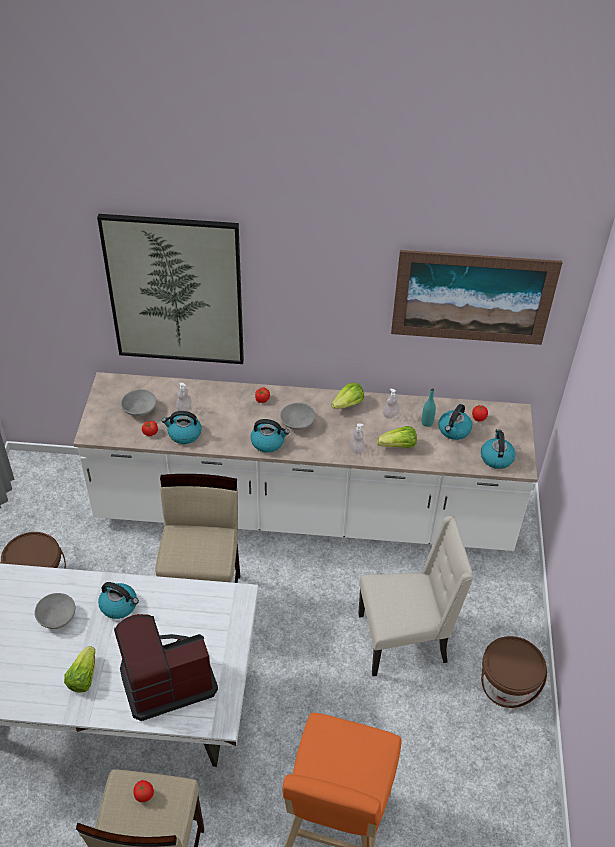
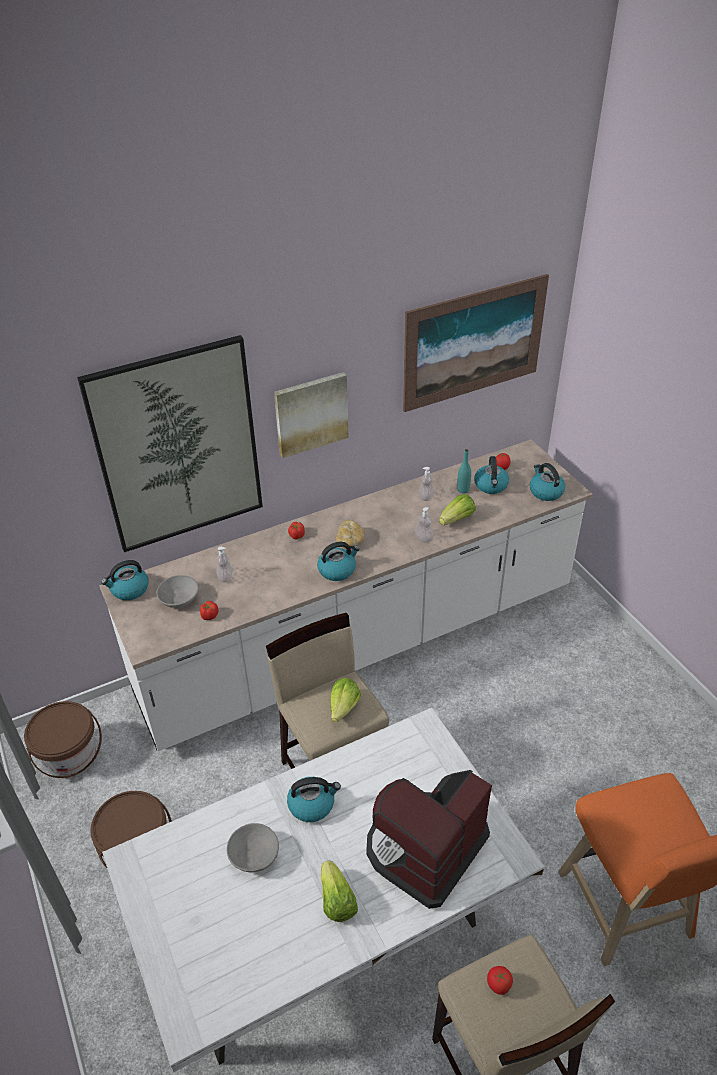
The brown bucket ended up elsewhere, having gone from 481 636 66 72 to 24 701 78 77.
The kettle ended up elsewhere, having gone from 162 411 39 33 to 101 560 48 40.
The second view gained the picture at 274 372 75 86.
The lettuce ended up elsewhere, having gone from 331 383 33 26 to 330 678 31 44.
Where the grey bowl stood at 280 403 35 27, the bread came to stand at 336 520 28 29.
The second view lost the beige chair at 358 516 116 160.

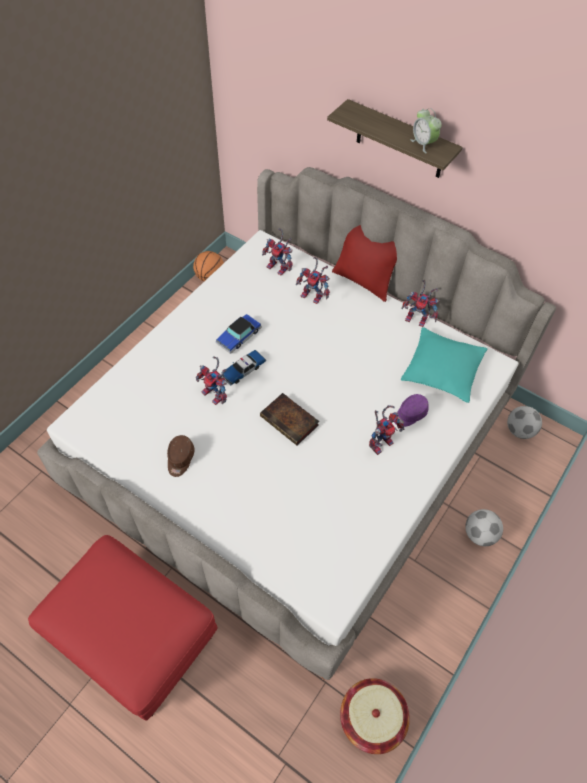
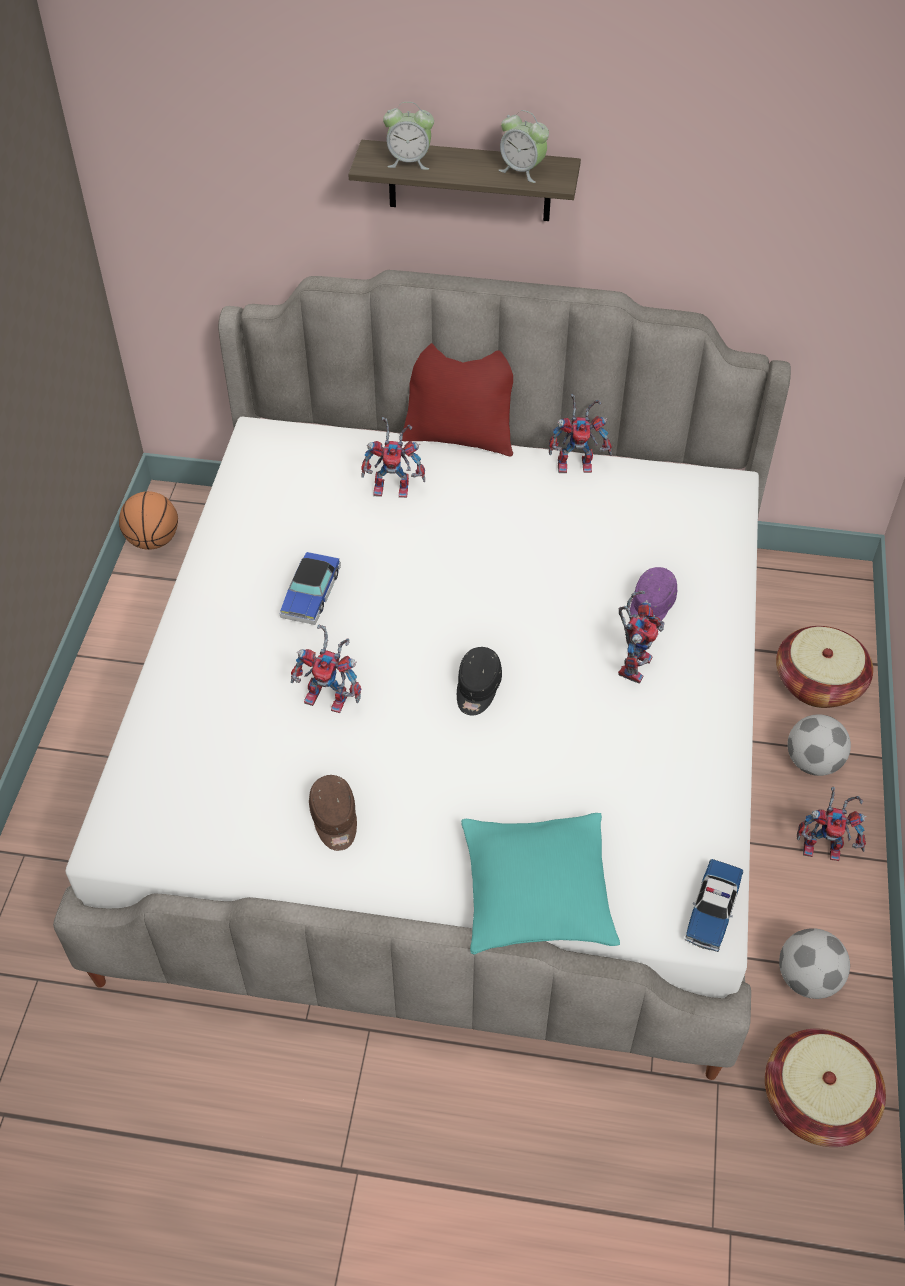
The second view gained the alarm clock at 383 102 51 68.
Where the book stood at 260 393 59 52, the black cap came to stand at 457 647 45 68.
The turquoise pillow ended up elsewhere, having gone from 400 327 87 76 to 461 813 159 142.
The toy car ended up elsewhere, having gone from 222 350 44 35 to 685 859 58 93.
The second view gained the basket at 776 626 97 82.
The football ended up elsewhere, having gone from 507 406 35 33 to 779 928 71 71.
The toy robot ended up elsewhere, having gone from 262 228 31 47 to 797 787 70 74.
The second view lost the red ottoman at 28 535 189 186.

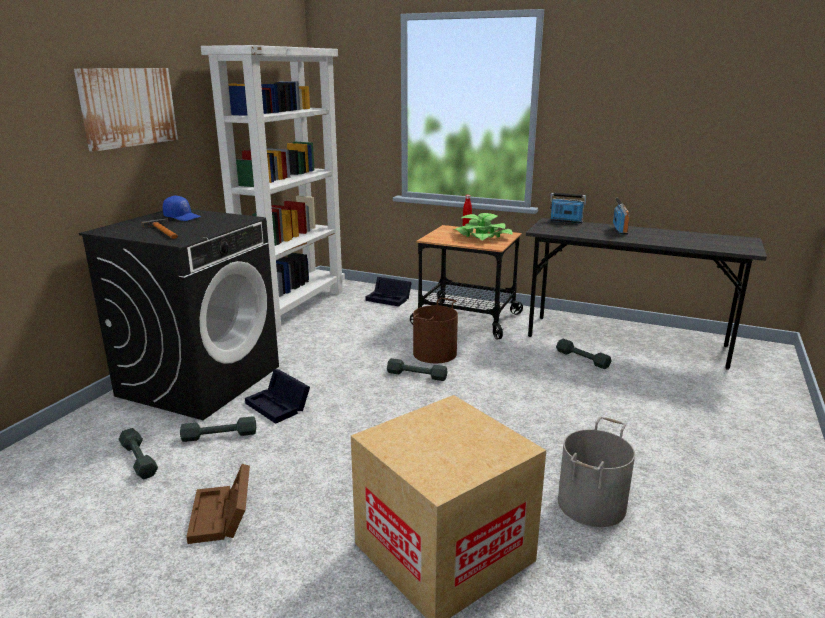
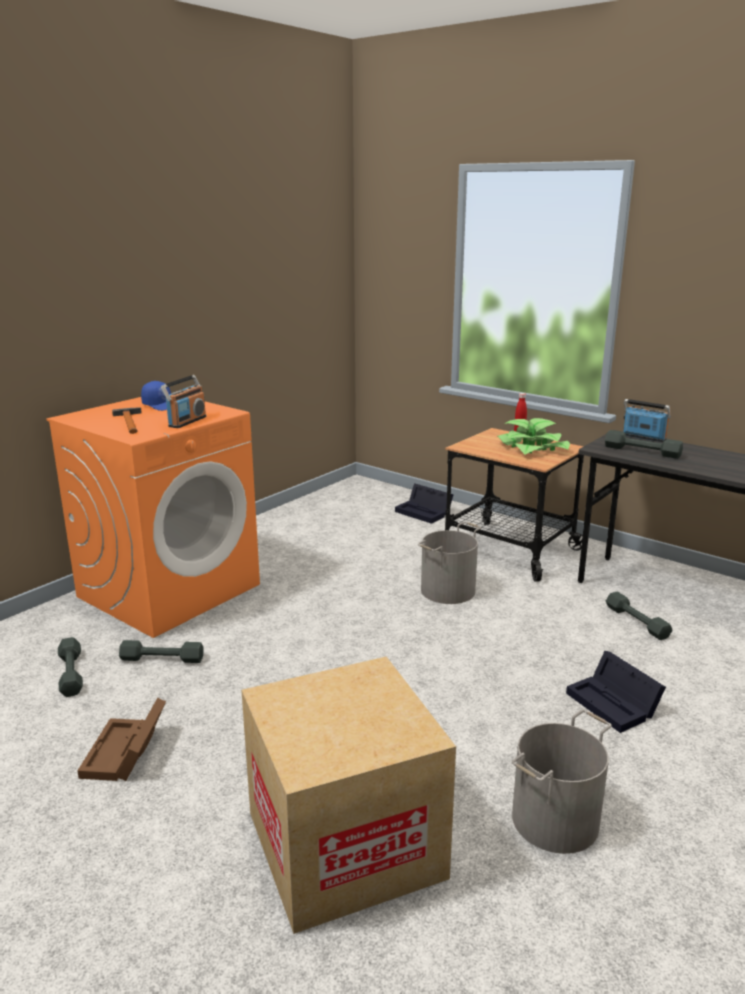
What was the black washing machine at 79 209 200 211 turned into the orange washing machine at 46 397 214 241.
The radio ended up elsewhere, having gone from 613 197 17 38 to 161 375 45 53.
What was the brown bucket at 413 298 45 65 turned into the grey bucket at 418 522 64 82.
The black storage box ended up elsewhere, having gone from 245 369 65 55 to 566 651 100 82.
The grey dumbbell ended up elsewhere, having gone from 387 358 60 23 to 605 430 78 29.
The second view lost the picture at 74 68 104 84.
The second view lost the white bookcase at 200 45 145 288.

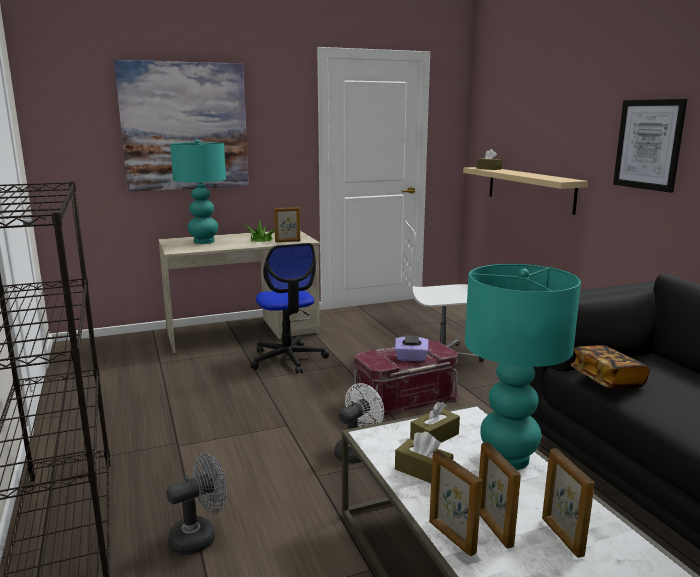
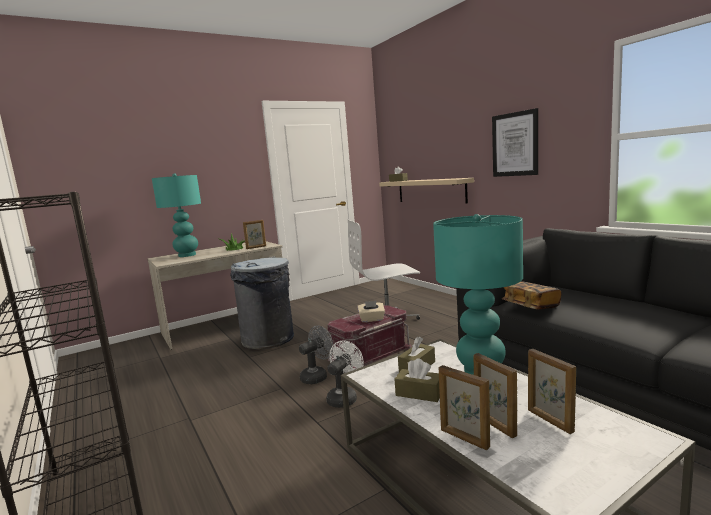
Where the office chair stood at 250 243 79 131, the grey trash can came to stand at 230 257 64 92.
The grey fan ended up elsewhere, having gone from 166 453 61 102 to 299 325 34 59.
What was the purple tissue box at 395 335 34 26 turned into the beige tissue box at 357 301 28 21.
The second view lost the picture at 114 60 135 132.

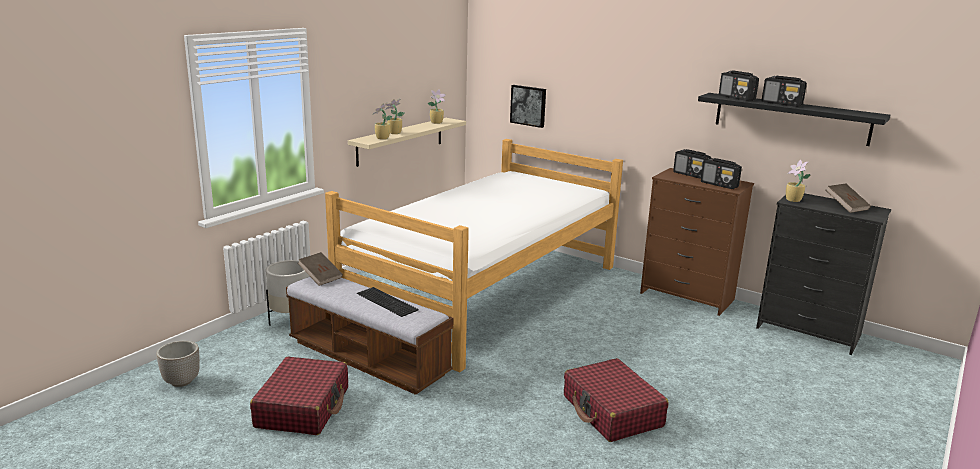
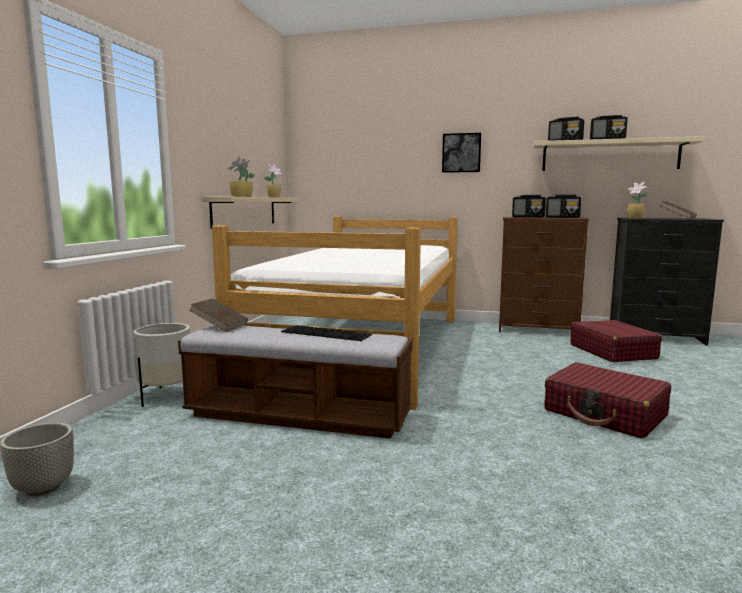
The picture ended up elsewhere, having gone from 510 85 36 43 to 442 133 39 40.
What was the black shelf at 698 93 192 53 turned into the beige shelf at 533 136 171 35.
The red suitcase ended up elsewhere, having gone from 250 357 98 78 to 571 320 91 42.

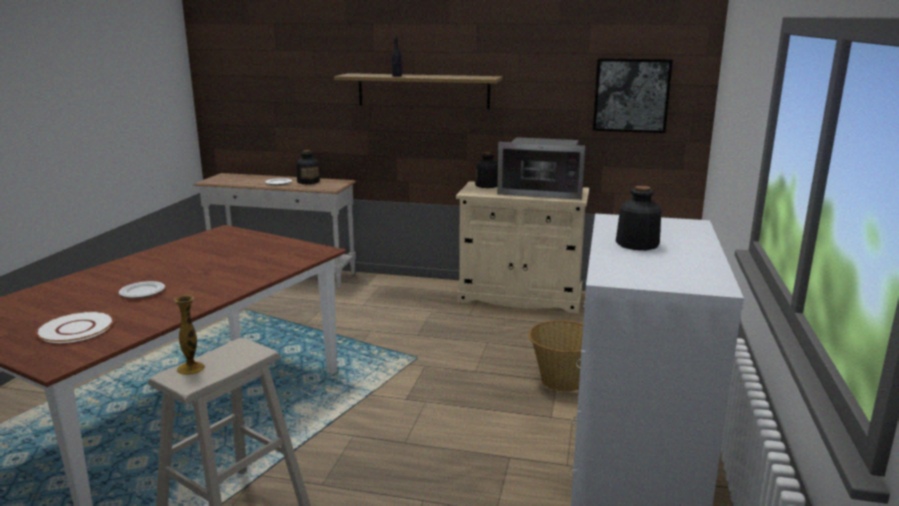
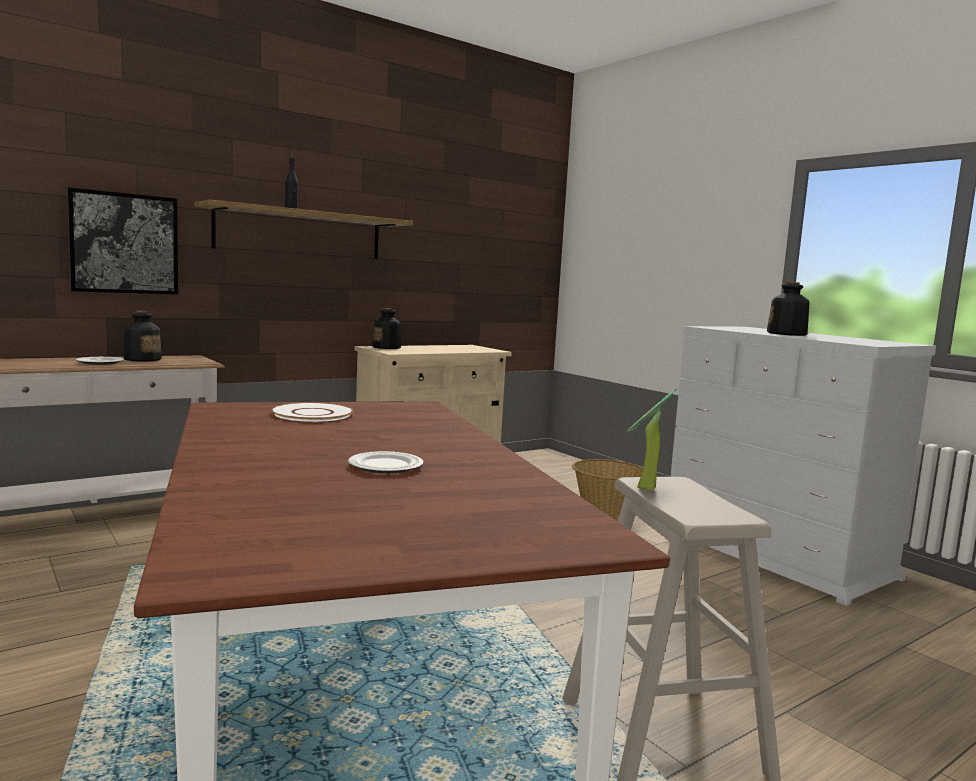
The picture ended up elsewhere, having gone from 593 58 80 75 to 67 187 111 108.
The white plate ended up elsewhere, having gone from 35 312 79 31 to 271 403 83 19.
The second view gained the potted plant at 626 388 51 102.
The second view lost the vase at 174 295 31 80.
The second view lost the microwave at 497 137 88 63.

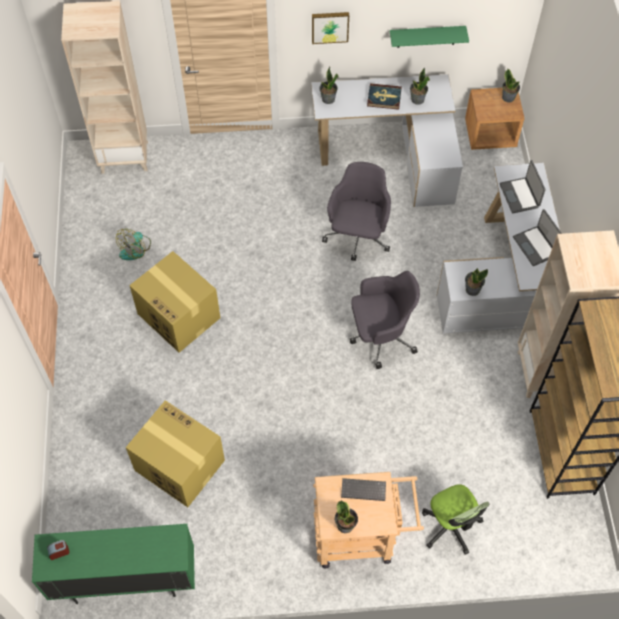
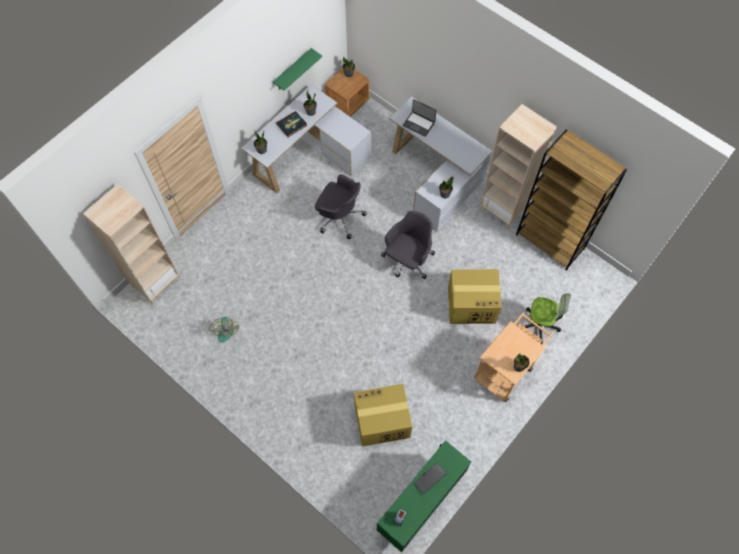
The grey office chair at 322 162 69 99 ended up facing another way, 150 degrees clockwise from before.
The keyboard ended up elsewhere, having gone from 341 478 45 23 to 413 463 34 32.
The cardboard box ended up elsewhere, having gone from 129 251 91 102 to 448 269 54 55.
The second view lost the picture at 312 12 37 32.
The second view lost the laptop at 513 209 49 57.

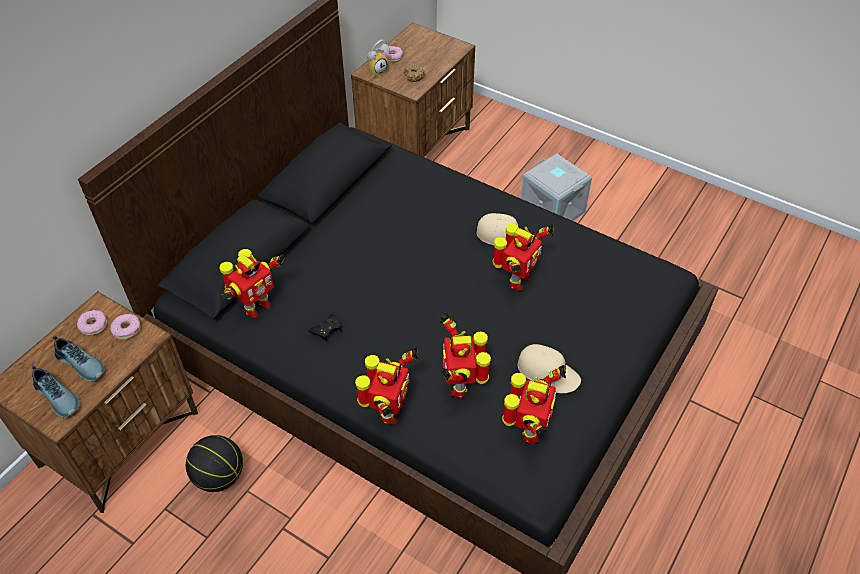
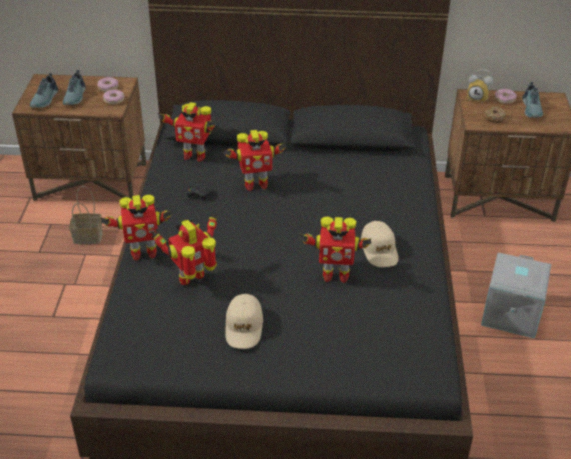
Where the basketball stood at 186 435 57 57, the basket came to stand at 69 186 34 58.
The toy robot ended up elsewhere, having gone from 502 365 64 79 to 223 130 64 61.
The second view gained the shoe at 522 82 21 36.

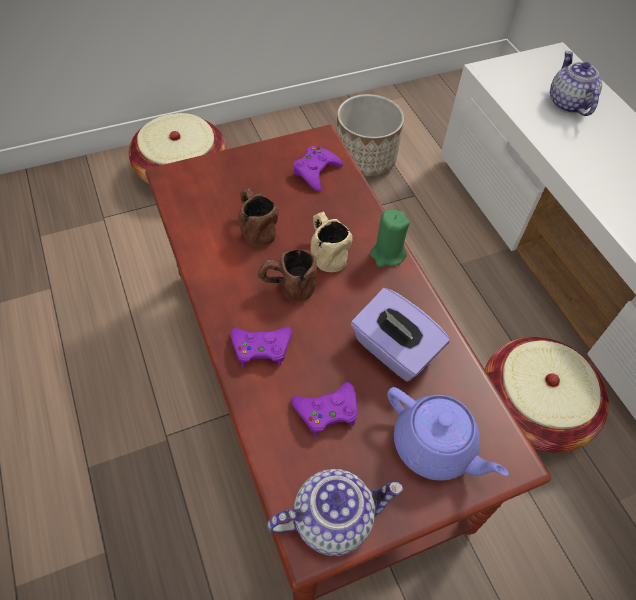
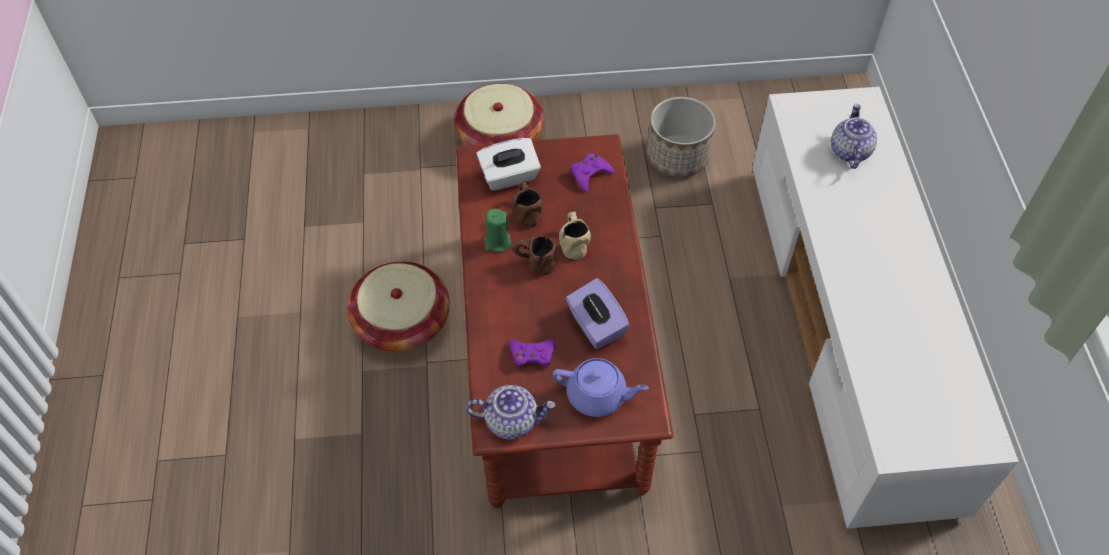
The basket ended up elsewhere, having gone from 485 337 124 116 to 347 261 103 91.
The second view gained the white tissue box at 476 138 65 53.
The green candle ended up elsewhere, having gone from 370 209 40 58 to 484 209 28 43.
The purple teapot at 387 387 122 94 ended up facing another way, 45 degrees counterclockwise from before.
The second view lost the purple game controller at 230 327 62 40.

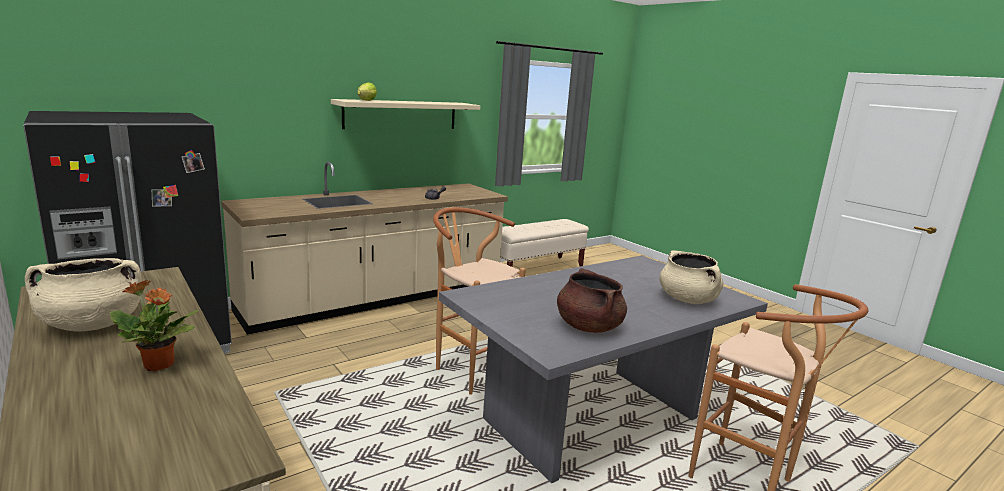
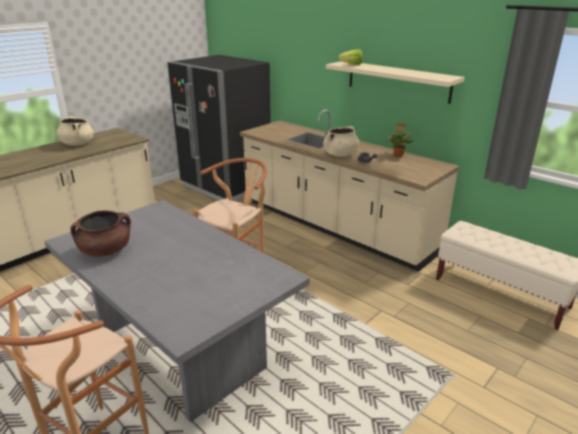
The beige cooking pot ended up elsewhere, having gone from 659 251 64 53 to 323 126 36 31.
The potted plant ended up elsewhere, having gone from 109 280 90 91 to 387 123 26 34.

